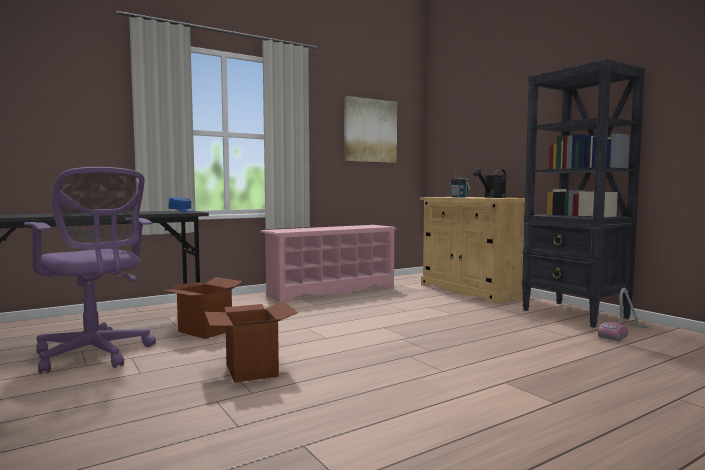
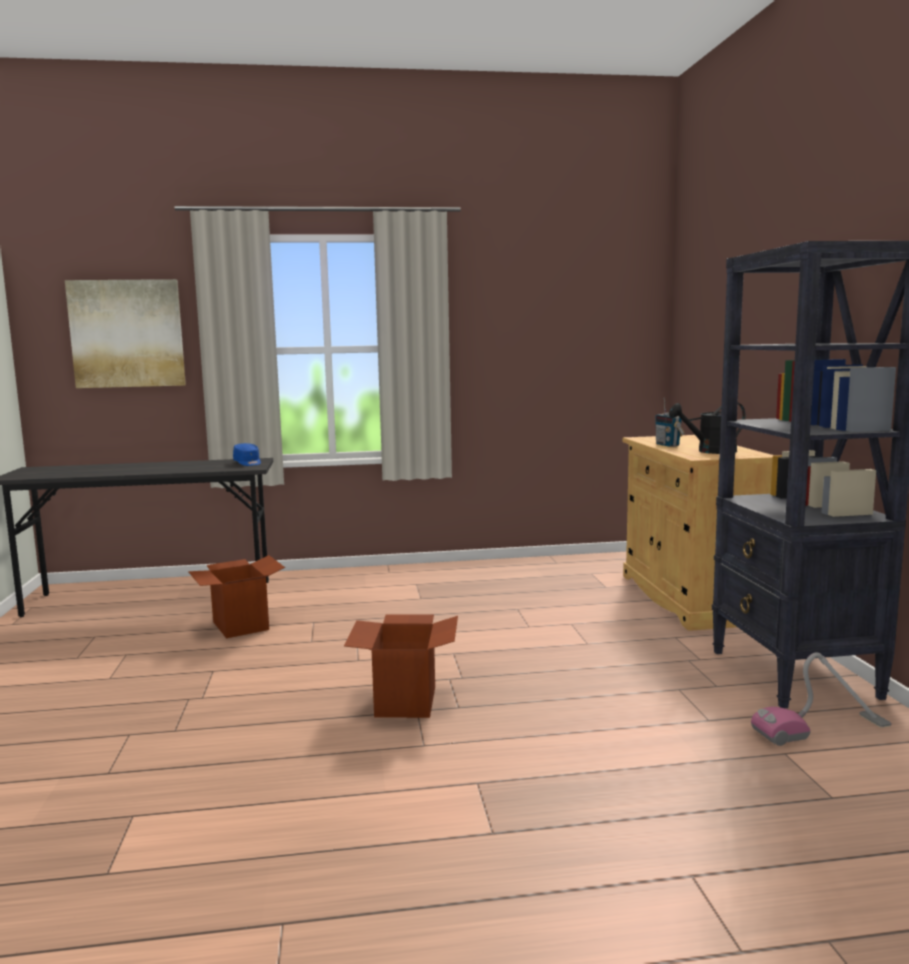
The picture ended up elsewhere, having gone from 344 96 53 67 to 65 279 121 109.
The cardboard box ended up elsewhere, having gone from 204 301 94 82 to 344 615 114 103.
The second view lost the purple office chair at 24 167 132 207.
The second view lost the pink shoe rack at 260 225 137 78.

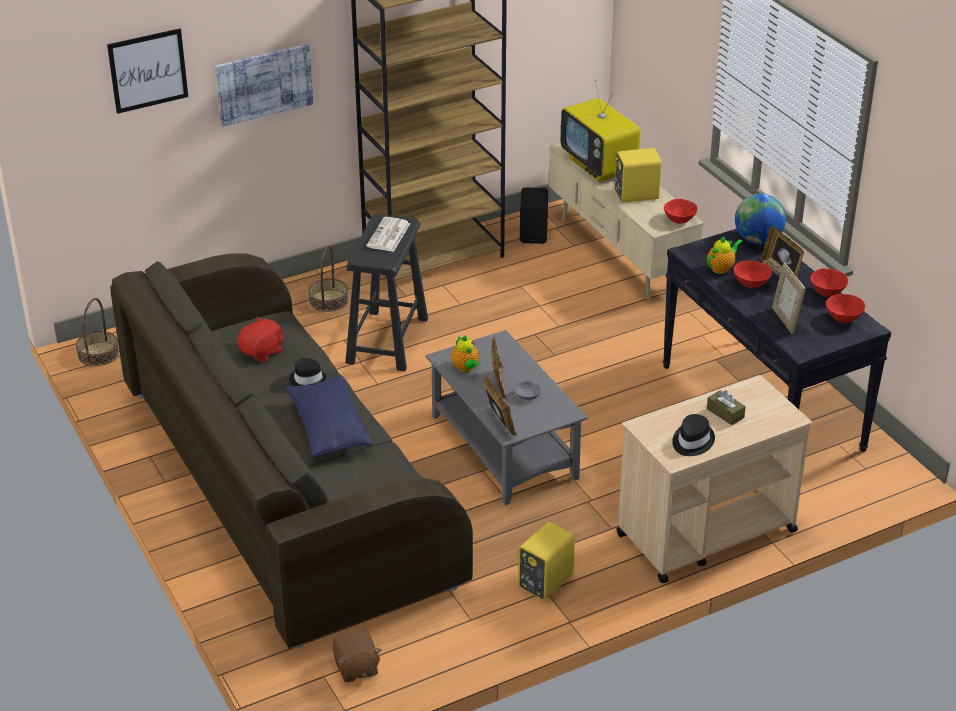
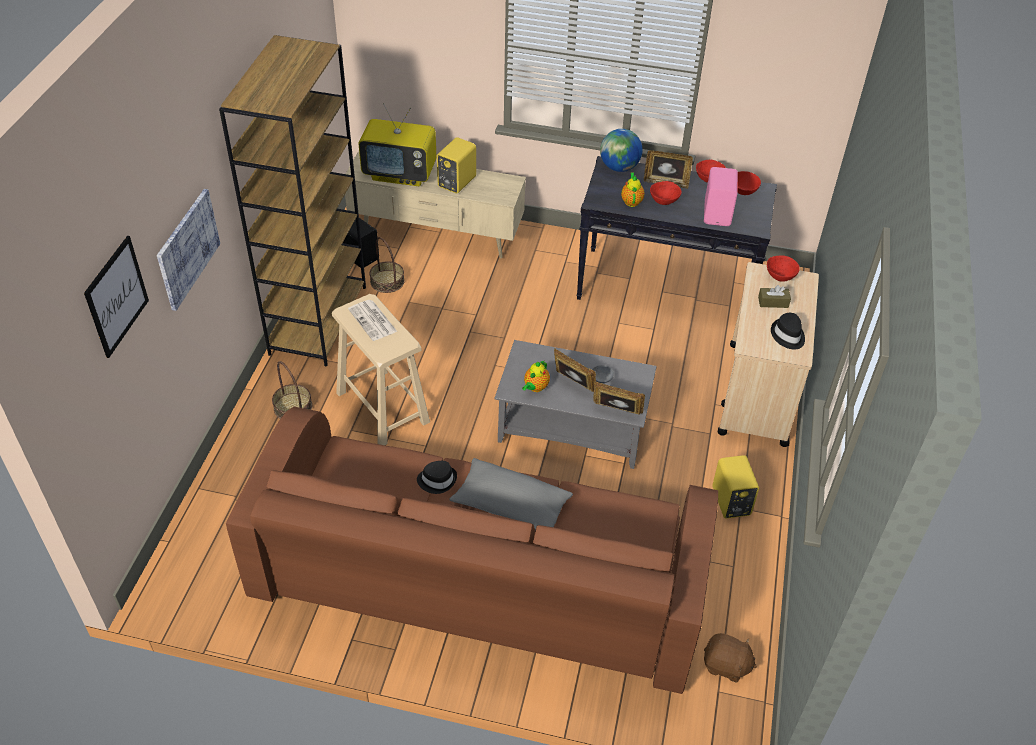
What was the grey sofa at 110 253 363 395 turned into the brown sofa at 226 407 492 287.
What was the black stool at 345 214 83 158 turned into the beige stool at 332 294 98 151.
The basket ended up elsewhere, having gone from 76 298 43 68 to 369 237 36 56.
What was the blue pillow at 286 376 87 81 turned into the grey pillow at 449 458 124 72.
The teapot at 451 336 28 36 ended up facing another way, 105 degrees clockwise from before.
Where the picture frame stood at 772 262 34 72, the pink speaker came to stand at 704 167 34 59.
The red bowl ended up elsewhere, having gone from 664 199 34 25 to 767 255 33 27.
The second view lost the red plush toy at 237 317 47 46.

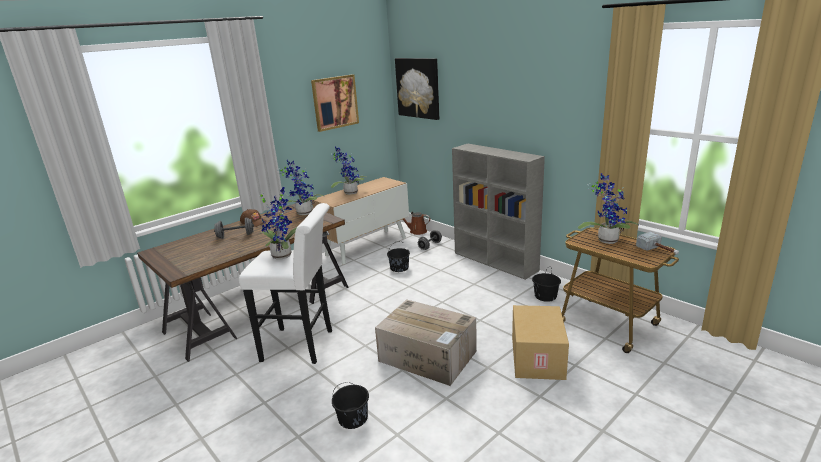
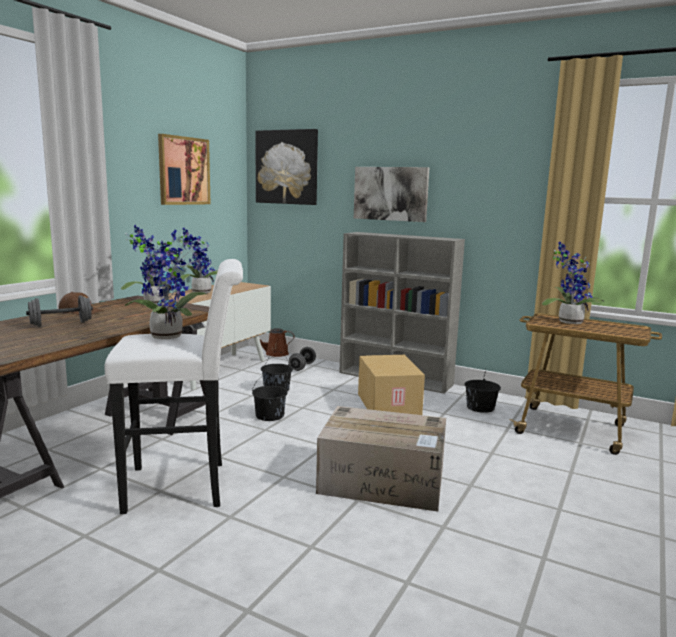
The black bucket ended up elsewhere, having gone from 332 382 37 47 to 252 374 36 47.
The second view gained the picture at 354 167 76 55.
The cardboard box ended up elsewhere, having gone from 512 305 57 75 to 358 355 67 60.
The second view lost the hammer at 636 232 43 23.

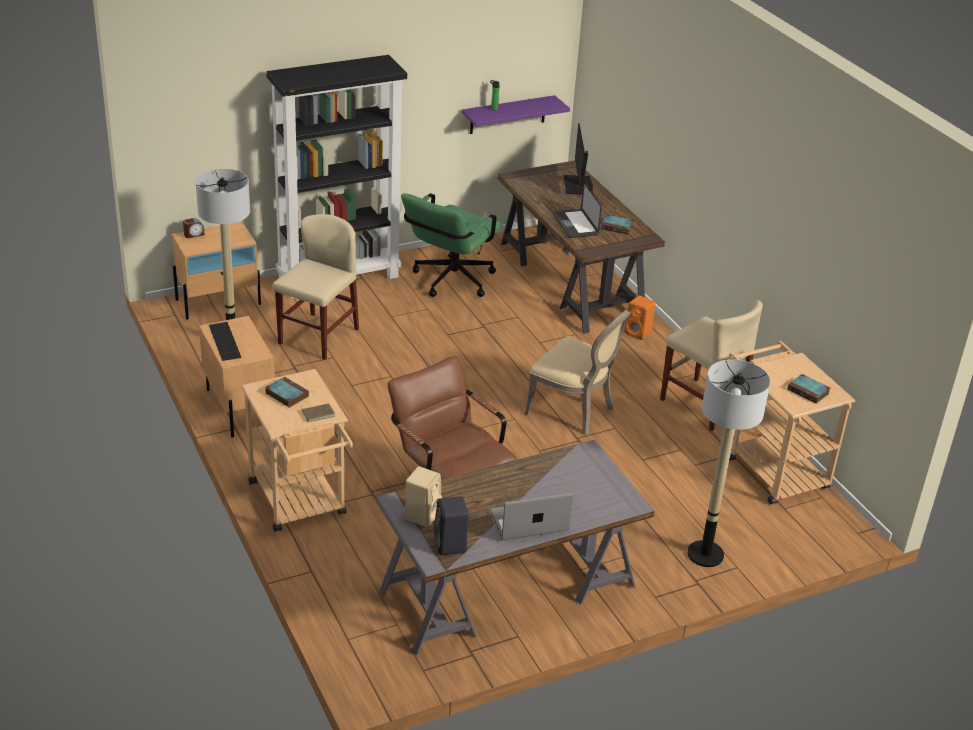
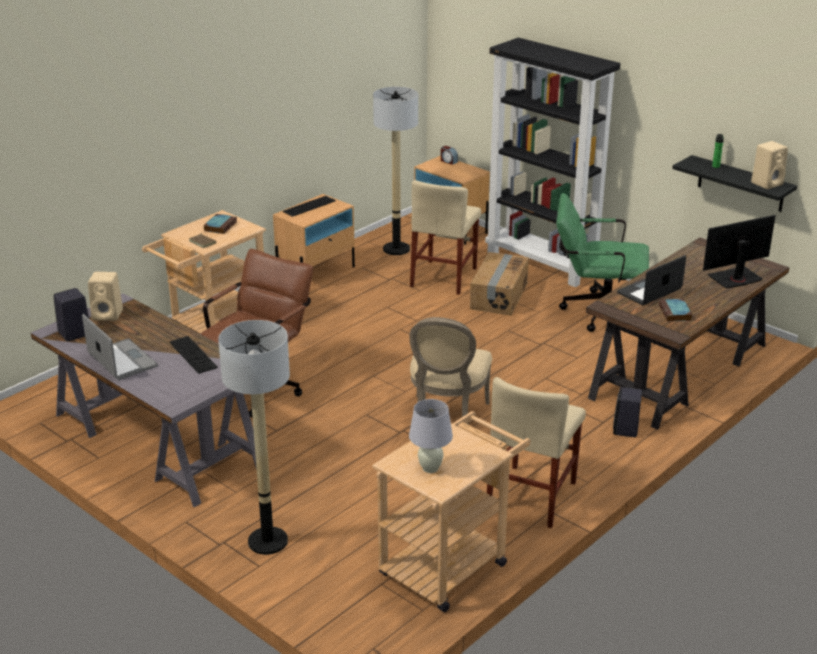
The second view gained the keyboard at 169 336 49 38.
Where the book stood at 787 374 43 30, the white table lamp came to stand at 409 399 44 74.
The beige chair at 273 214 86 146 ended up facing another way, 105 degrees clockwise from before.
The second view gained the cardboard box at 470 252 59 64.
What was the orange speaker at 624 295 31 45 turned into the black speaker at 613 387 29 50.
What was the purple shelf at 462 95 108 39 turned into the black shelf at 672 155 125 57.
The second view gained the beige speaker at 751 141 37 48.

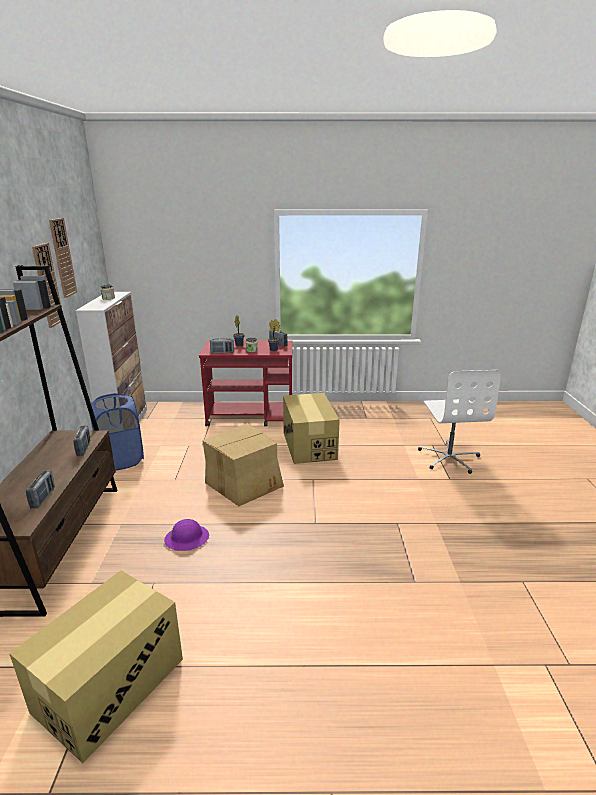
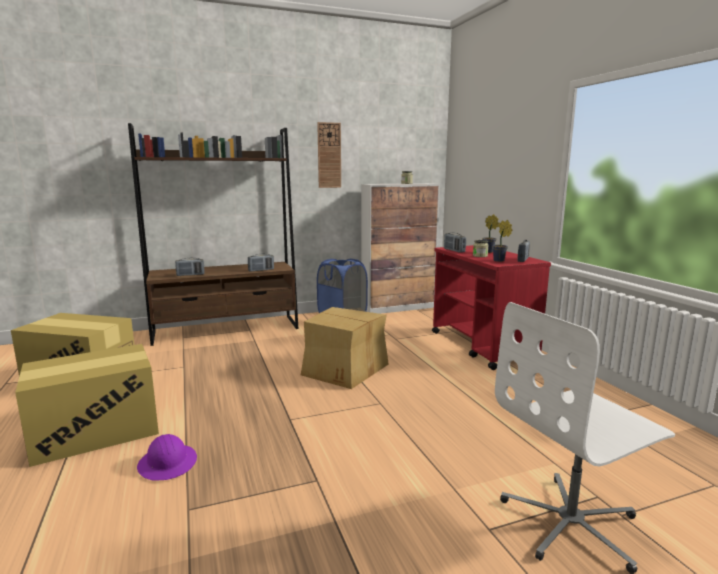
The cardboard box ended up elsewhere, having gone from 283 393 57 71 to 15 344 144 123.
The purple hard hat ended up elsewhere, having gone from 164 519 45 32 to 137 434 60 47.
The second view lost the wall clock at 49 218 28 80.

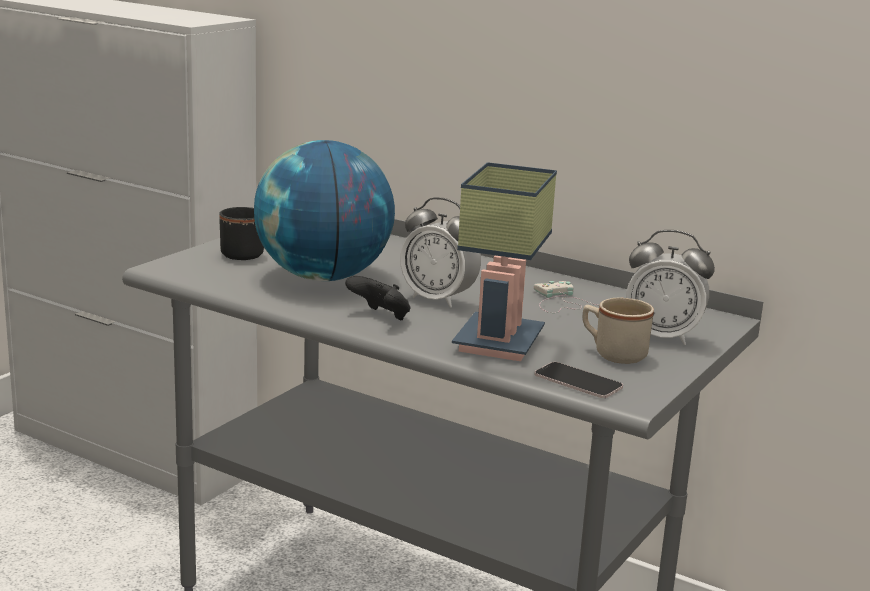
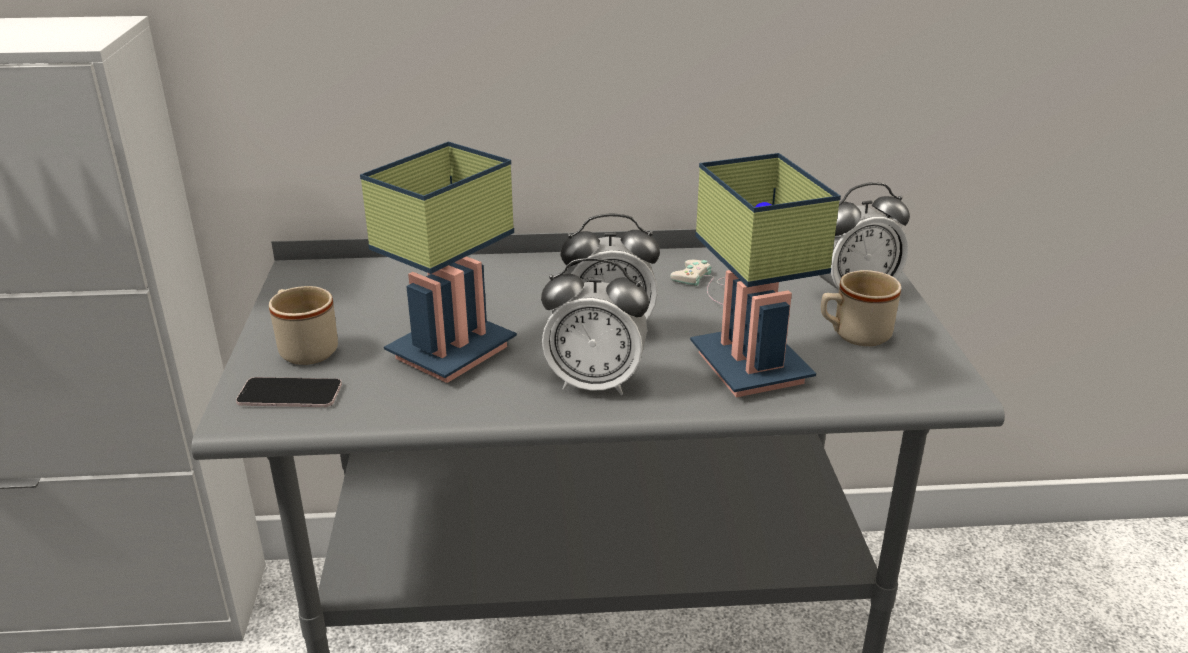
The phone ended up elsewhere, having gone from 534 362 89 36 to 236 377 106 30.
What was the black mug at 219 207 45 53 turned into the beige mug at 269 286 69 79.
Where the globe stood at 254 140 141 141, the table lamp came to stand at 360 142 157 241.
Where the black game controller stood at 345 275 66 45, the alarm clock came to stand at 541 258 108 137.

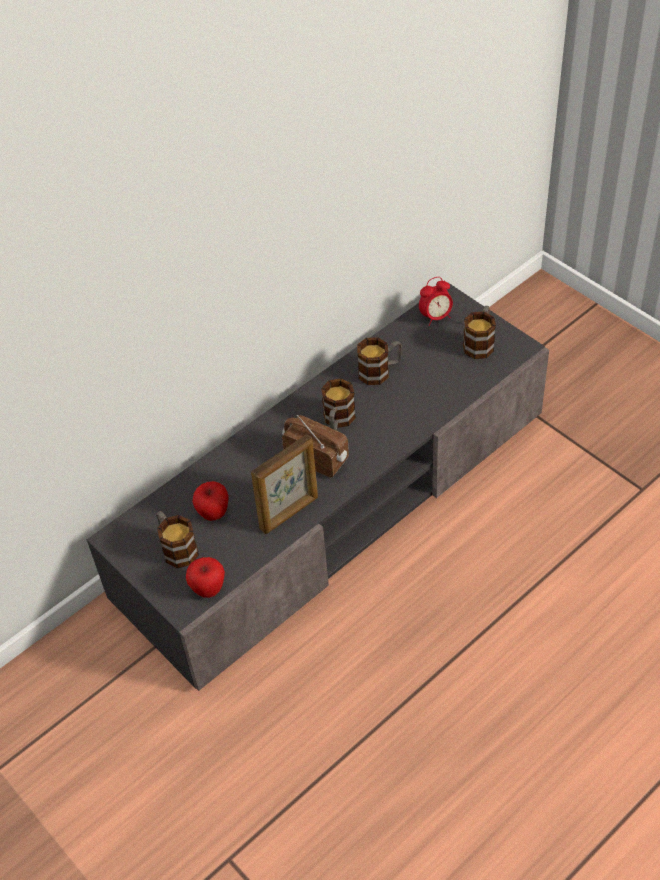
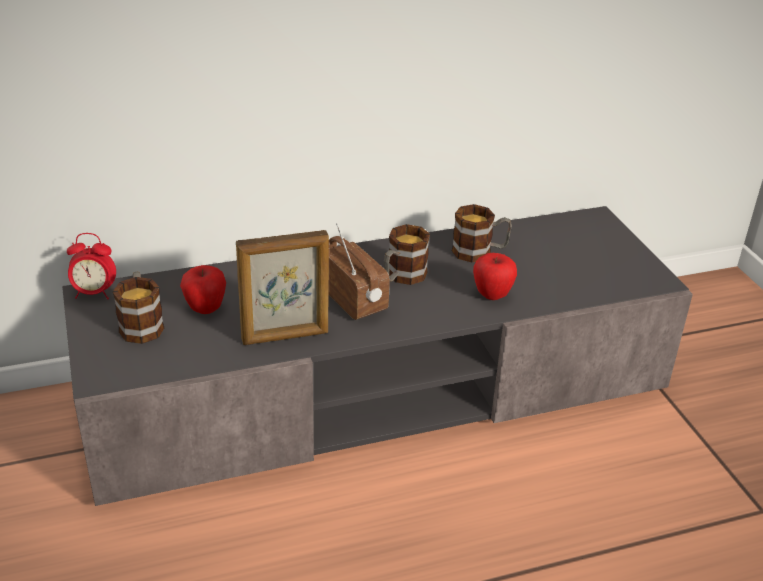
The alarm clock ended up elsewhere, having gone from 419 277 34 49 to 67 233 49 66.
The apple ended up elsewhere, having gone from 186 557 39 41 to 473 253 44 47.
The second view lost the mug at 463 306 33 53.

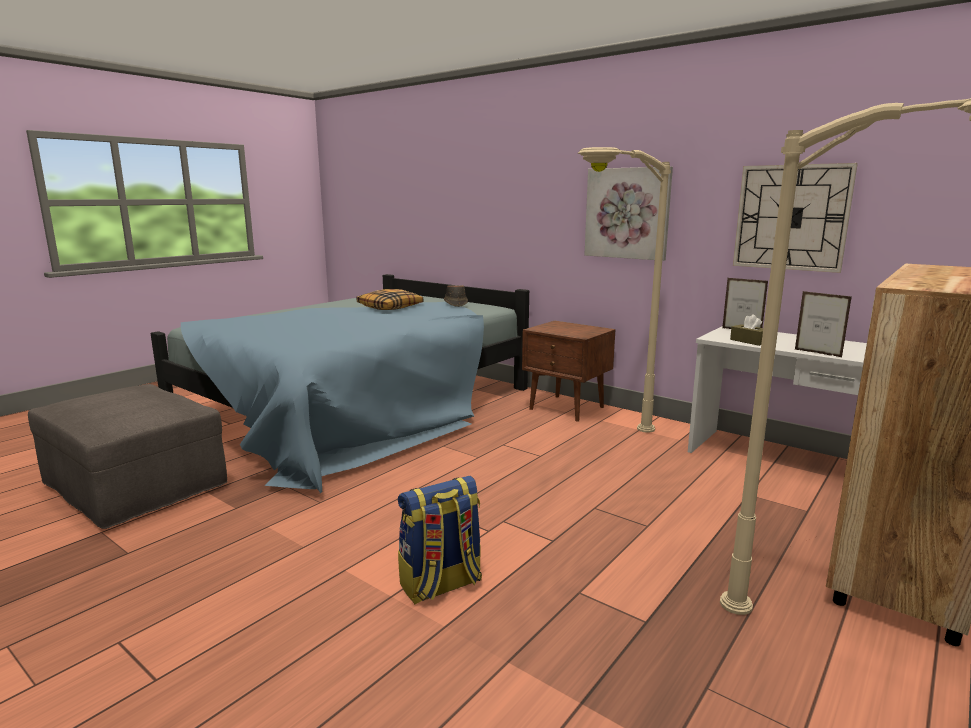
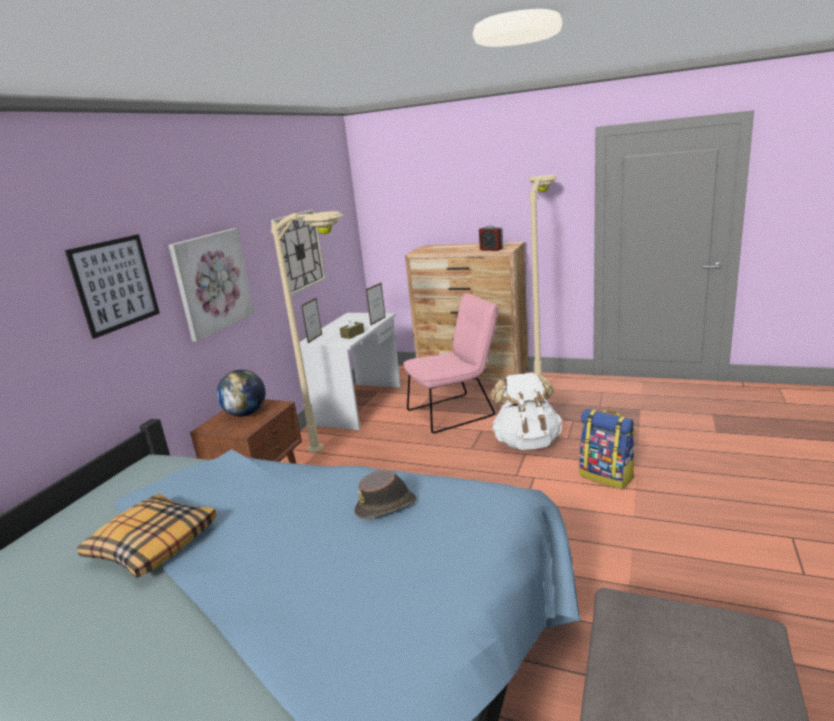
The second view gained the picture at 65 234 95 105.
The second view gained the globe at 217 370 48 46.
The brown hat ended up elsewhere, having gone from 444 285 24 22 to 354 470 62 49.
The second view gained the pink chair at 403 293 95 140.
The second view gained the alarm clock at 479 225 24 26.
The second view gained the white backpack at 490 373 72 77.

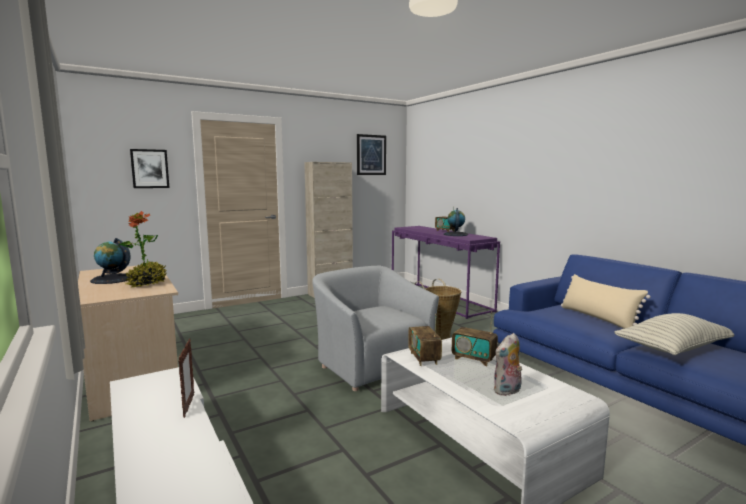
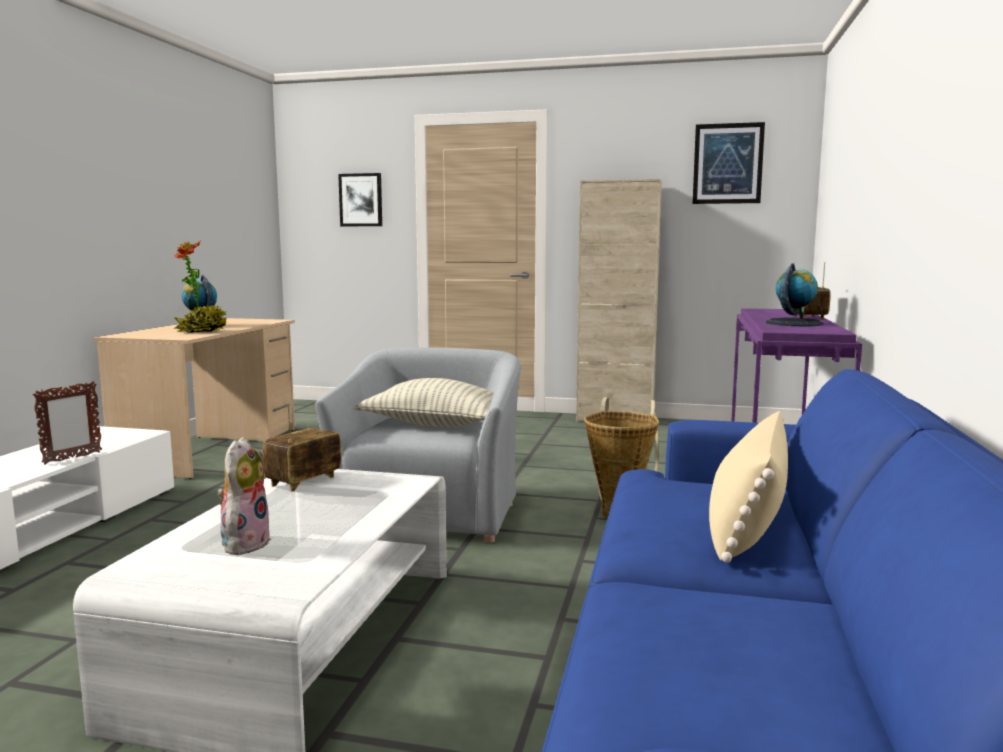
The plush toy at 493 333 29 63 ended up facing another way, 90 degrees clockwise from before.
The pillow ended up elsewhere, having gone from 614 313 120 42 to 354 378 161 49.
The second view lost the radio at 452 311 46 55.

